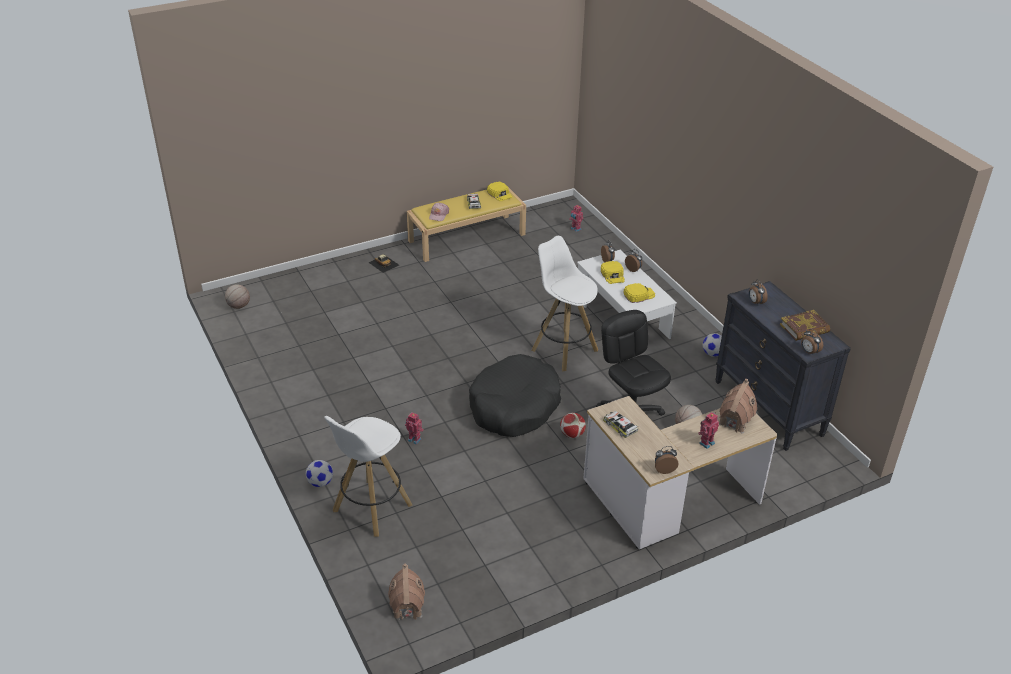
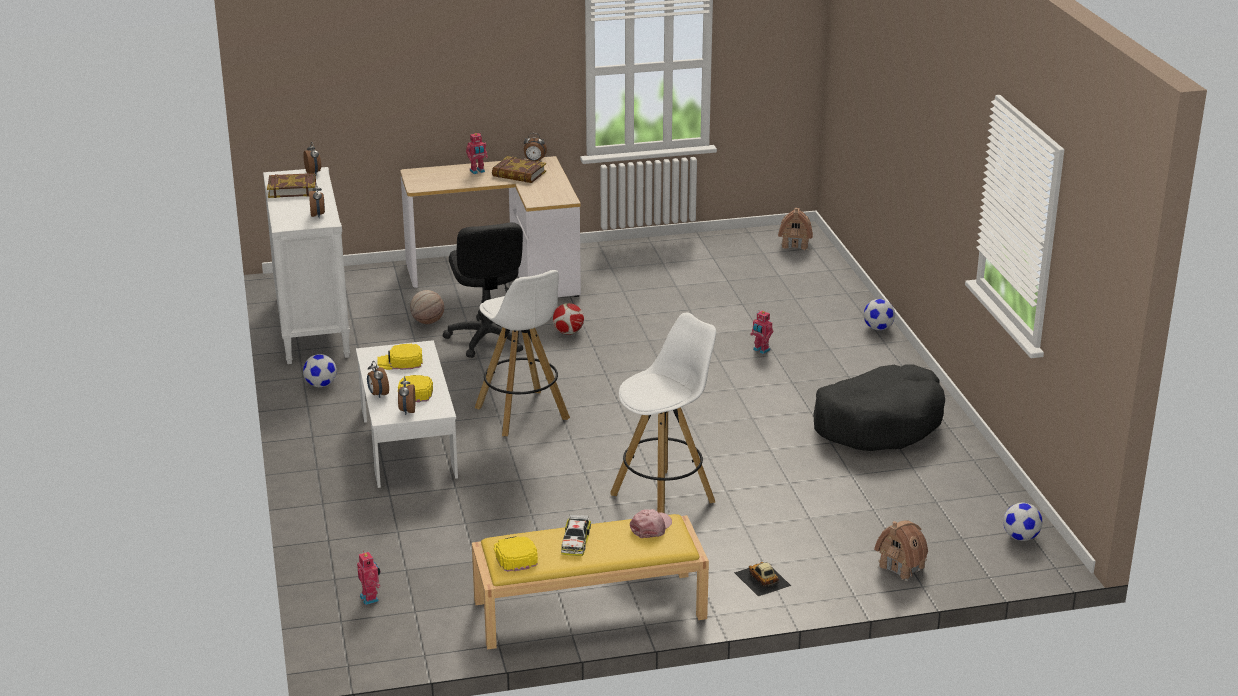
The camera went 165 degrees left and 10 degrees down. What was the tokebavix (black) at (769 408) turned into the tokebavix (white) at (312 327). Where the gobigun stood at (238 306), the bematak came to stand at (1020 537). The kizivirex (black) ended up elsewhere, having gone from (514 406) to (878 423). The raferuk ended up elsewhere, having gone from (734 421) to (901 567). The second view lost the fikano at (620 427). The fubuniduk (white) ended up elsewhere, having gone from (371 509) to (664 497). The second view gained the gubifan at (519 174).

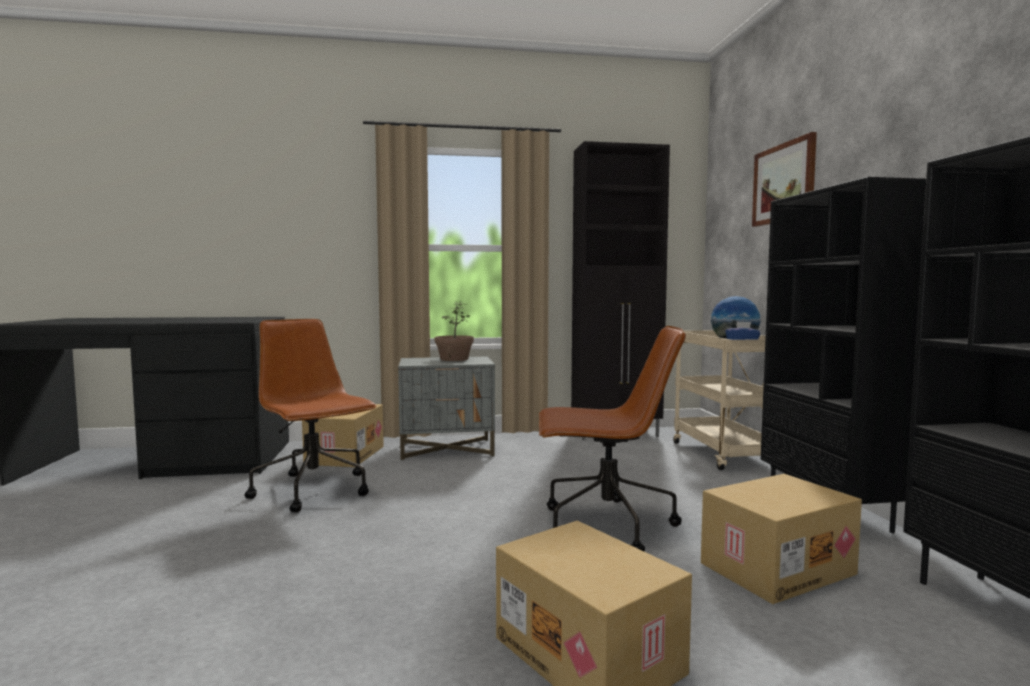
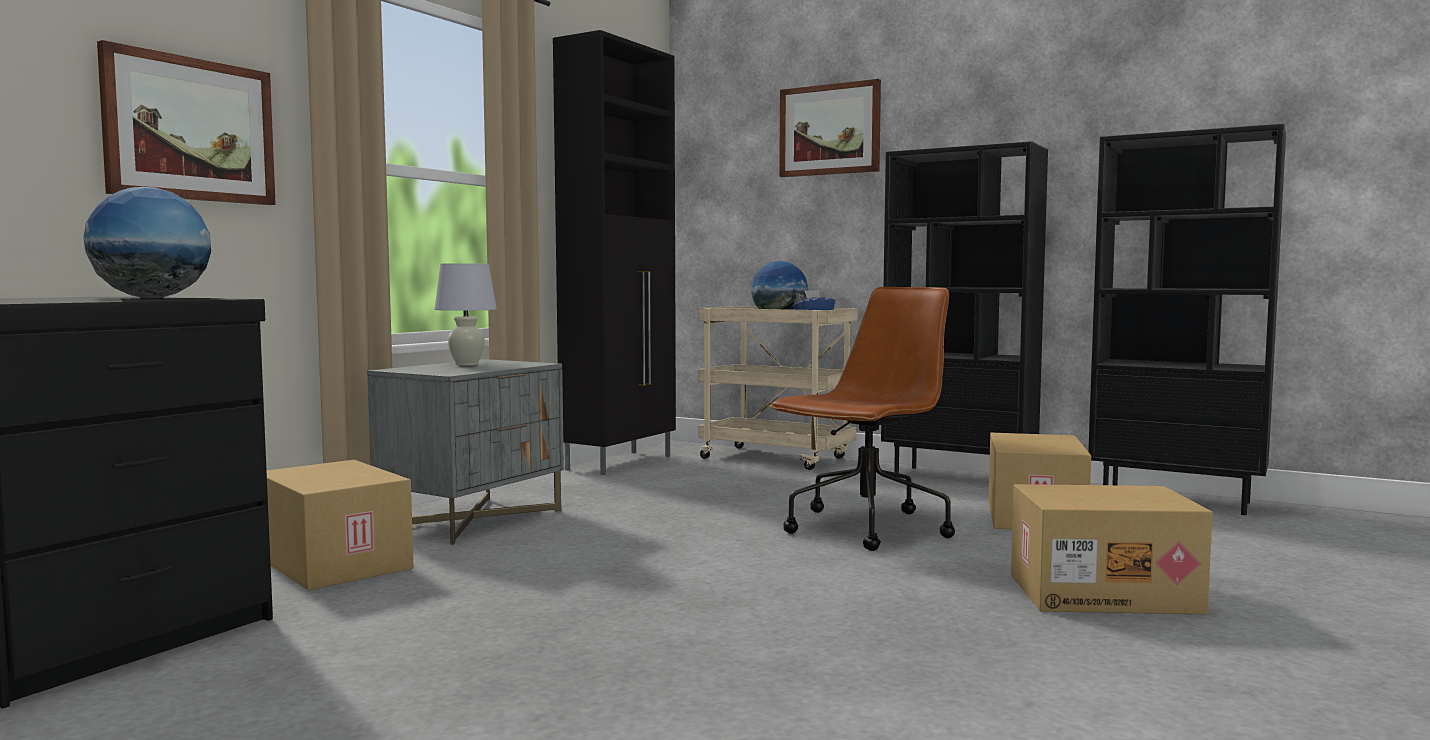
The camera went 50 degrees left and 0 degrees up. Where the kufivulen stood at (454 359), the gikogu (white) came to stand at (467 364). The second view lost the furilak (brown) at (314 491). The second view gained the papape at (190 129). The second view gained the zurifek at (151 298).

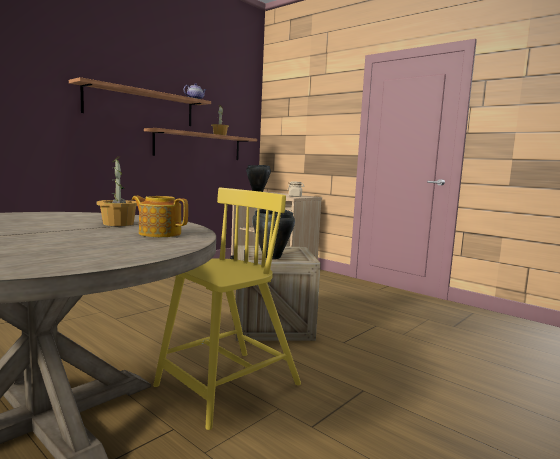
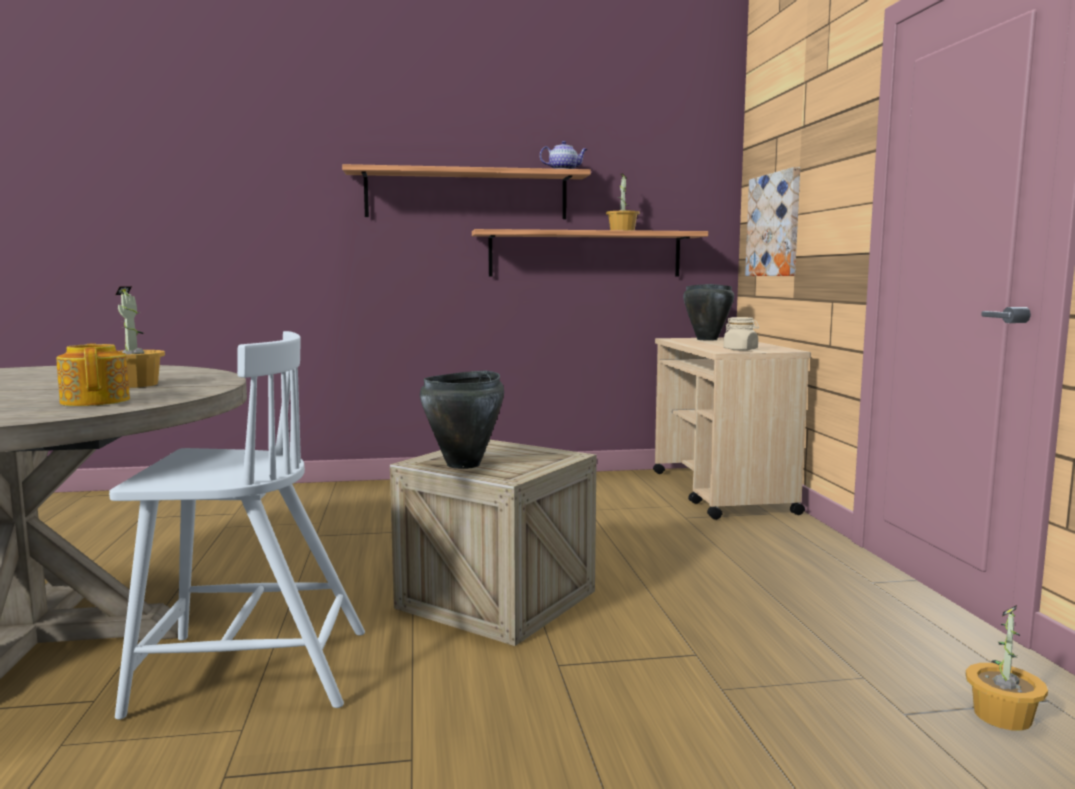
The camera went 40 degrees right and 0 degrees up. What was the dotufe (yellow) at (226 387) turned into the dotufe (white) at (247 671). The second view gained the papape at (774 225). The second view gained the kufivulen at (1003 716).

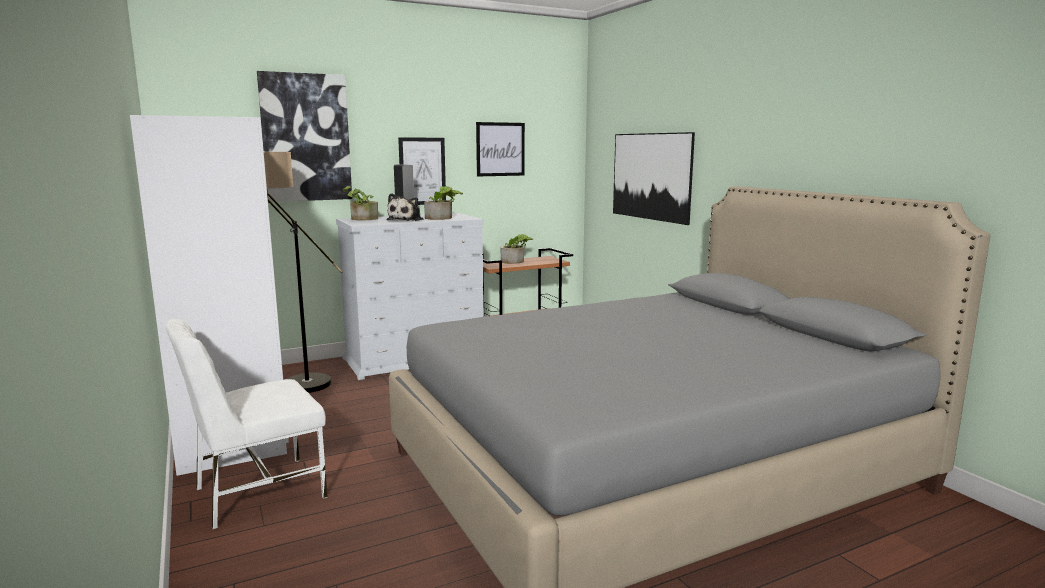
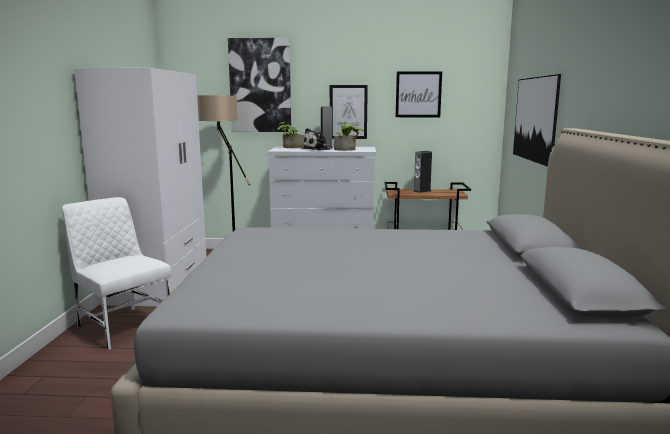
The camera went 30 degrees right and 0 degrees up. Where the kufivulen stood at (516 261), the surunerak came to stand at (422 191). The dotufe (white) at (257 492) ended up facing another way, 45 degrees clockwise from before.

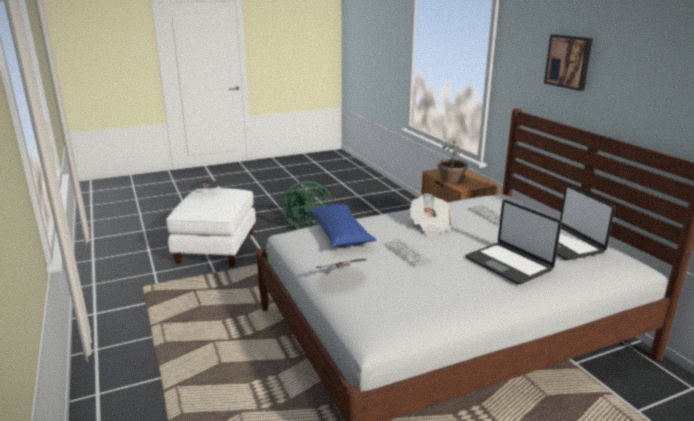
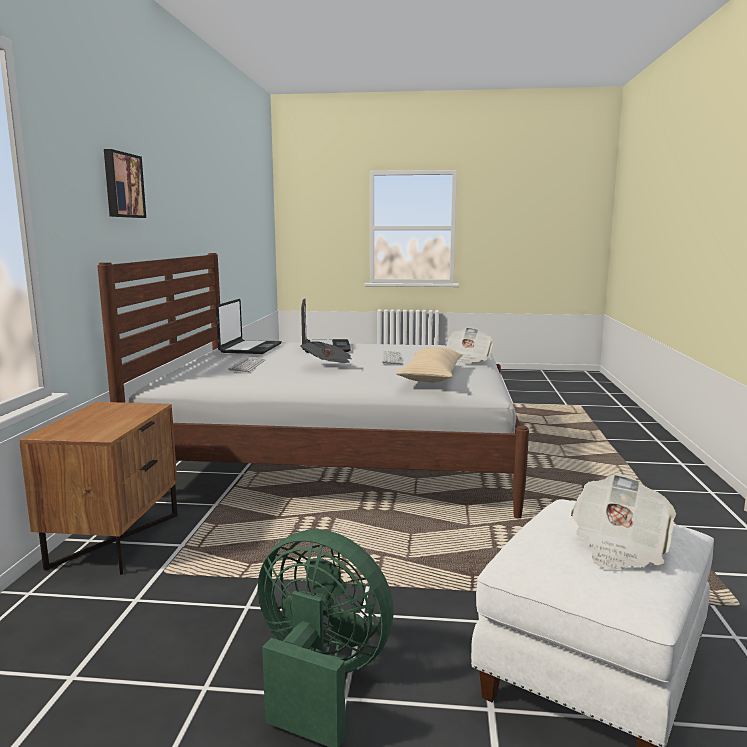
The camera went 150 degrees left and 10 degrees down. The second view lost the kufivulen at (451 179). What was the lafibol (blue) at (340 234) turned into the lafibol (beige) at (431 376).

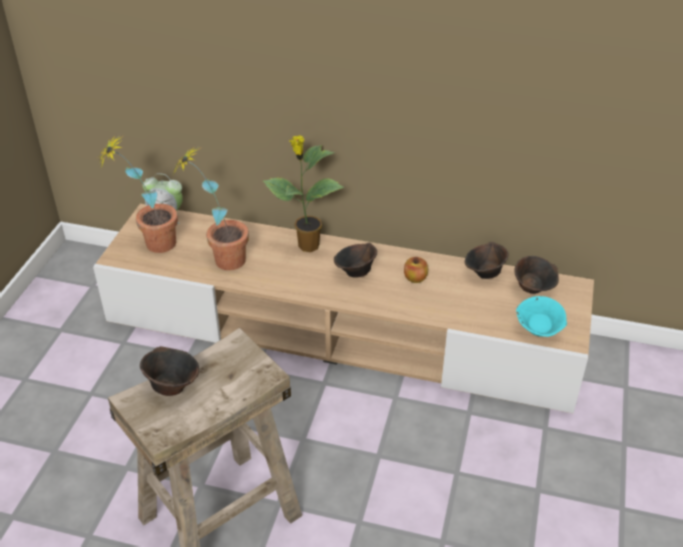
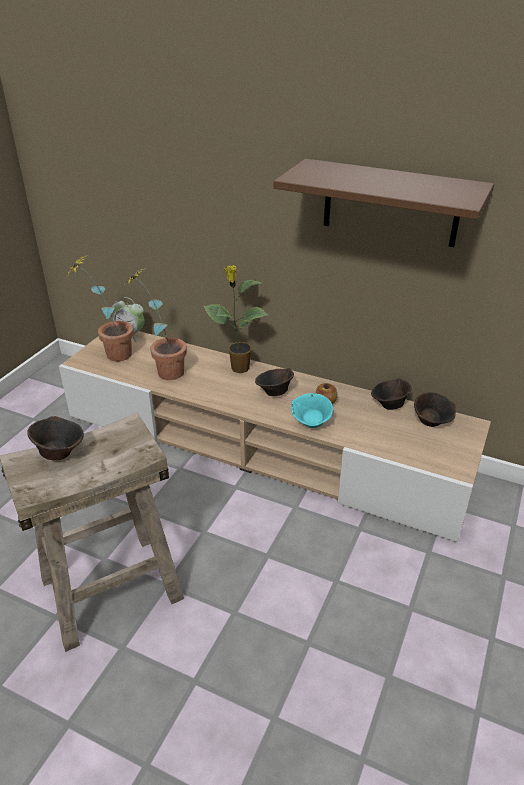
The camera went 10 degrees right and 5 degrees down. The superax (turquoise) ended up elsewhere, having gone from (539 331) to (311 423). The second view gained the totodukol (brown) at (390 203).

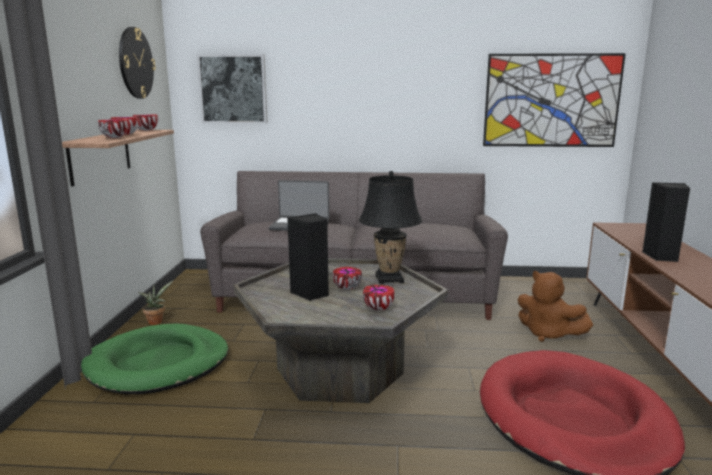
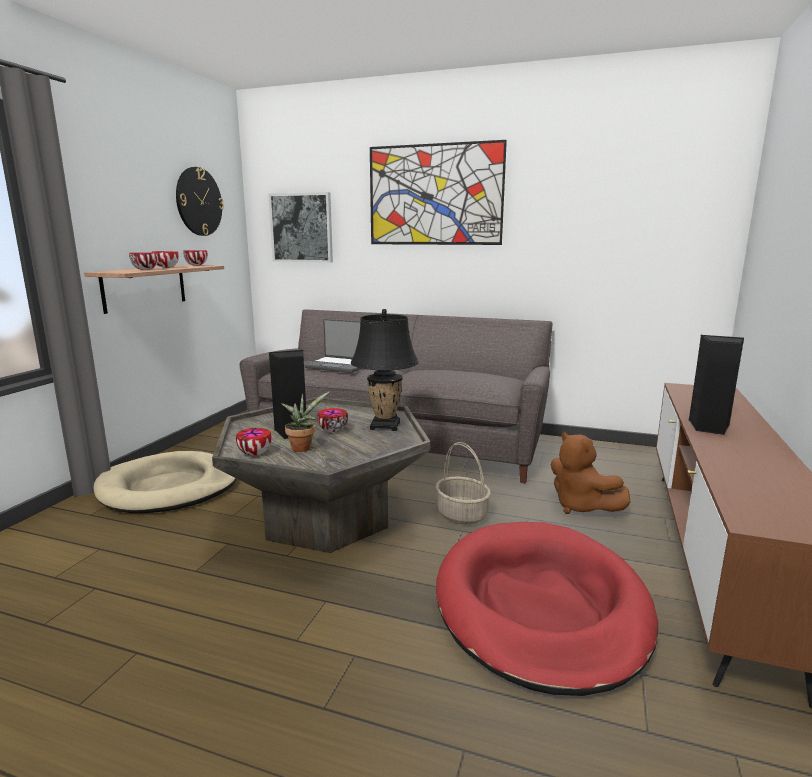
The camera went 15 degrees right and 0 degrees up. The papape ended up elsewhere, having gone from (551 101) to (435 195). The kufivulen ended up elsewhere, having gone from (156 321) to (303 447). The superax ended up elsewhere, having gone from (379 309) to (255 454). What was the kizivirex (green) at (158 364) turned into the kizivirex (beige) at (169 488). The second view gained the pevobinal at (462 515).

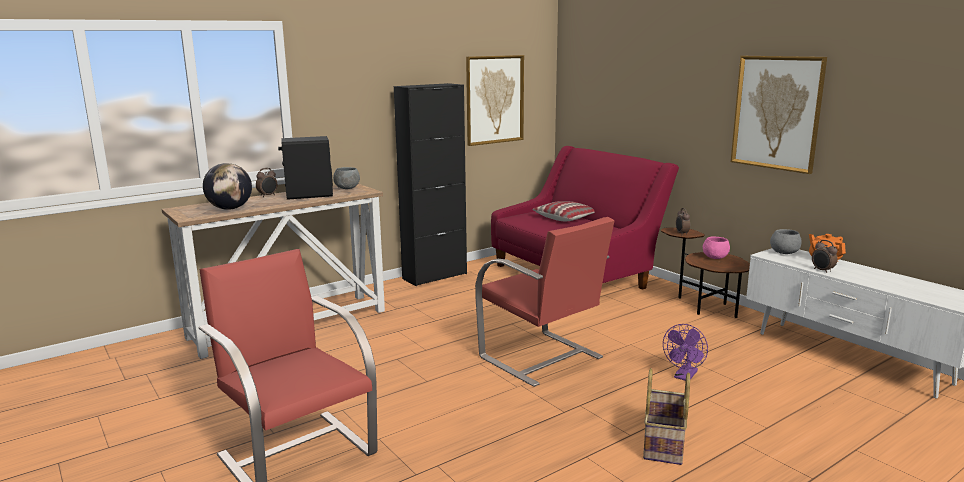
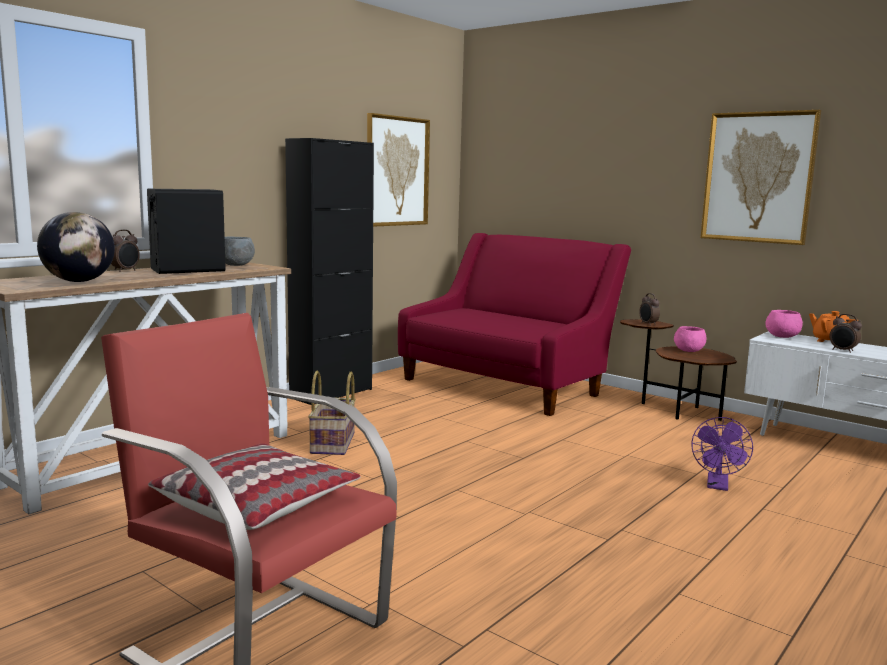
The camera went 15 degrees left and 5 degrees down. The lafibol ended up elsewhere, having gone from (566 217) to (257 503). The second view lost the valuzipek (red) at (542 358). What was the superax (grey) at (784 253) turned into the superax (pink) at (782 337). The pevobinal ended up elsewhere, having gone from (664 443) to (334 443).

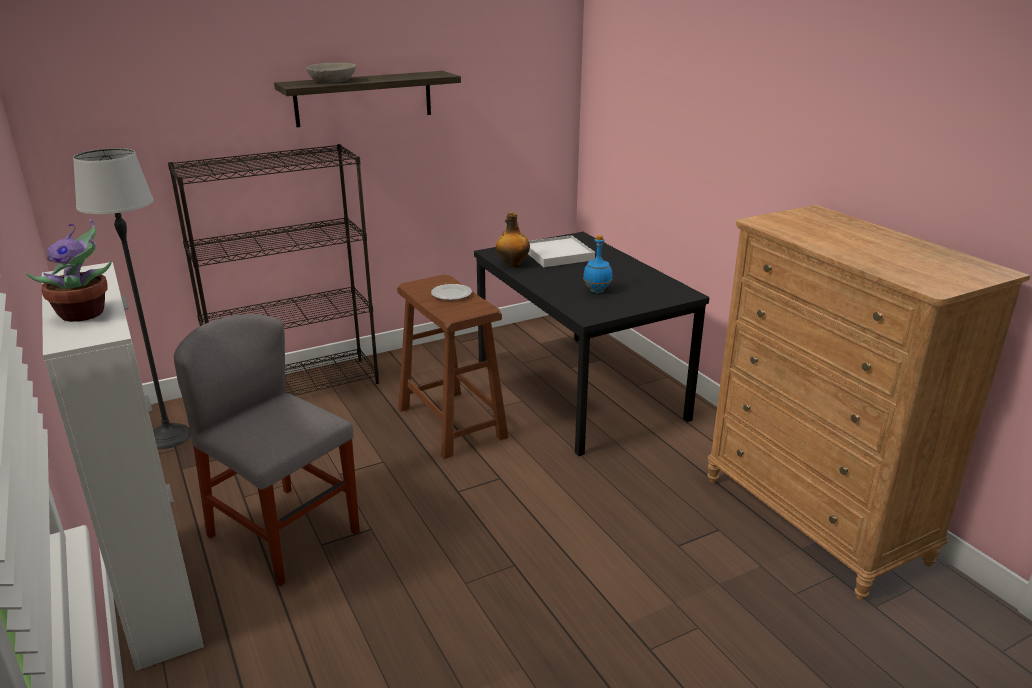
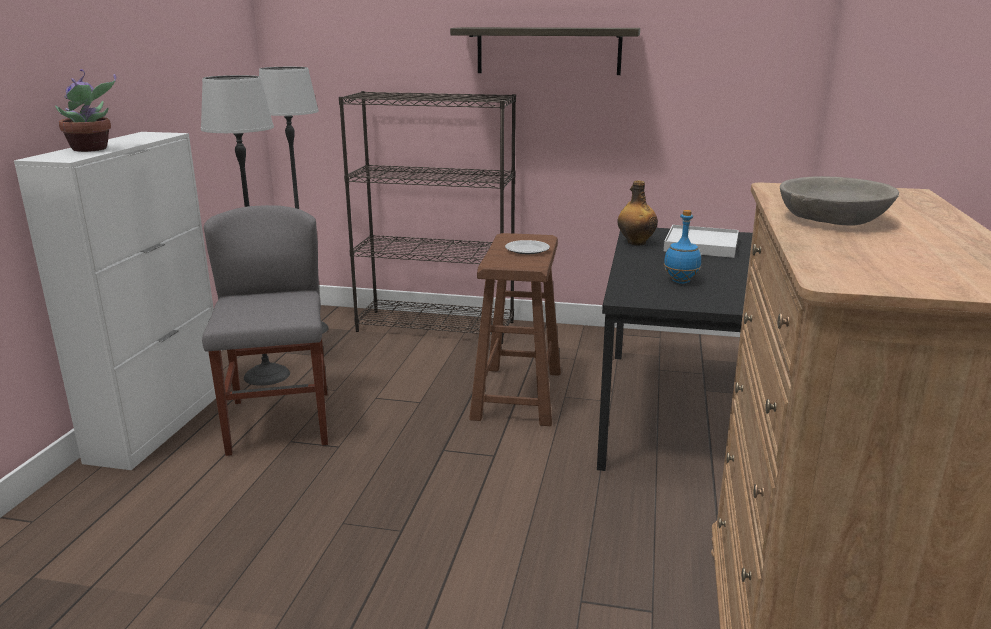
The camera went 40 degrees right and 5 degrees down. The superax (grey) ended up elsewhere, having gone from (332 81) to (833 219). The second view gained the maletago at (267 375).

